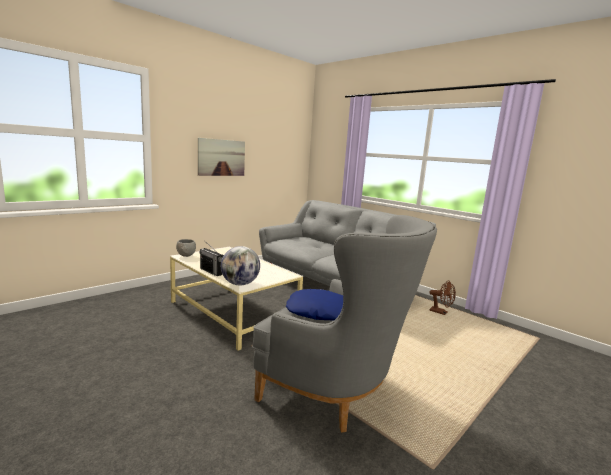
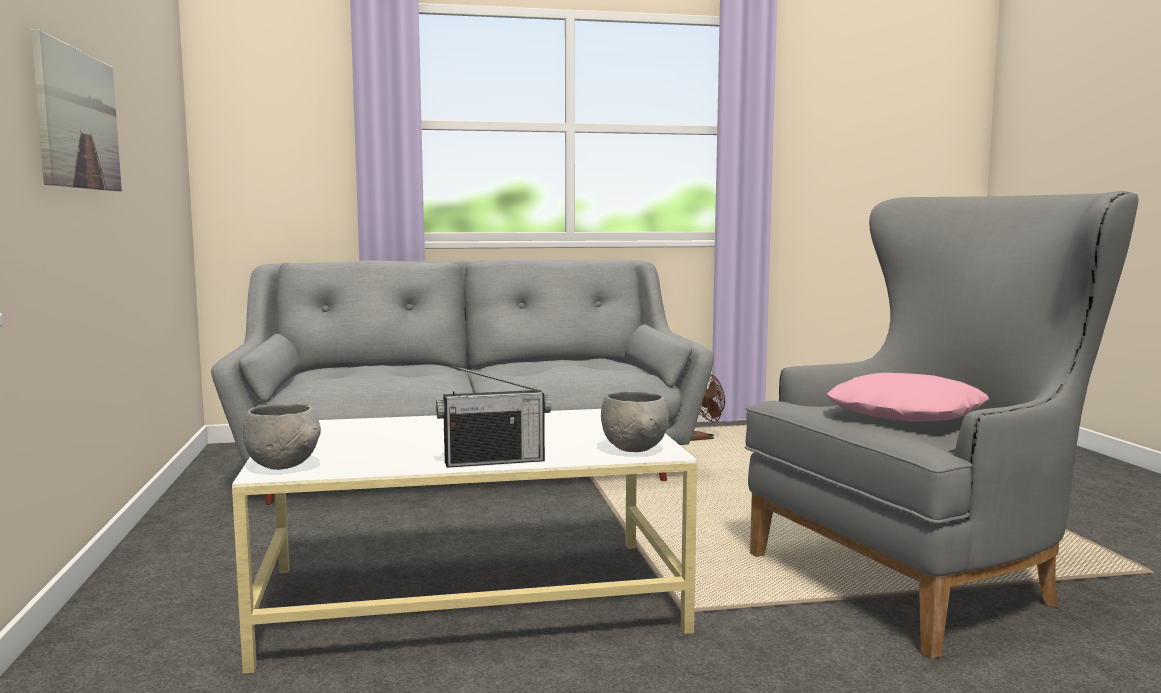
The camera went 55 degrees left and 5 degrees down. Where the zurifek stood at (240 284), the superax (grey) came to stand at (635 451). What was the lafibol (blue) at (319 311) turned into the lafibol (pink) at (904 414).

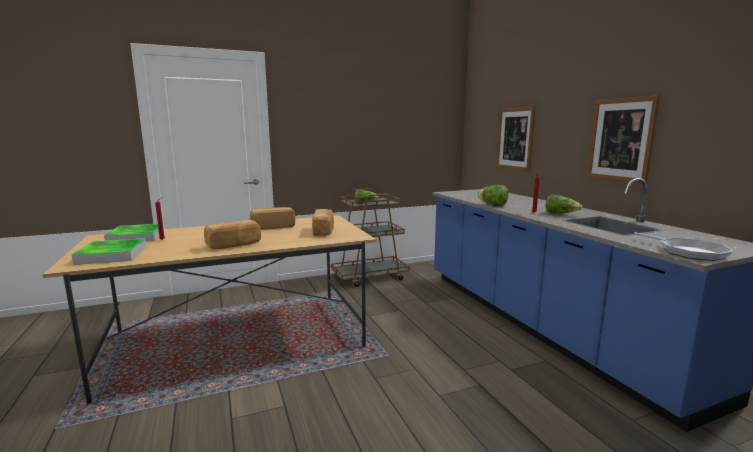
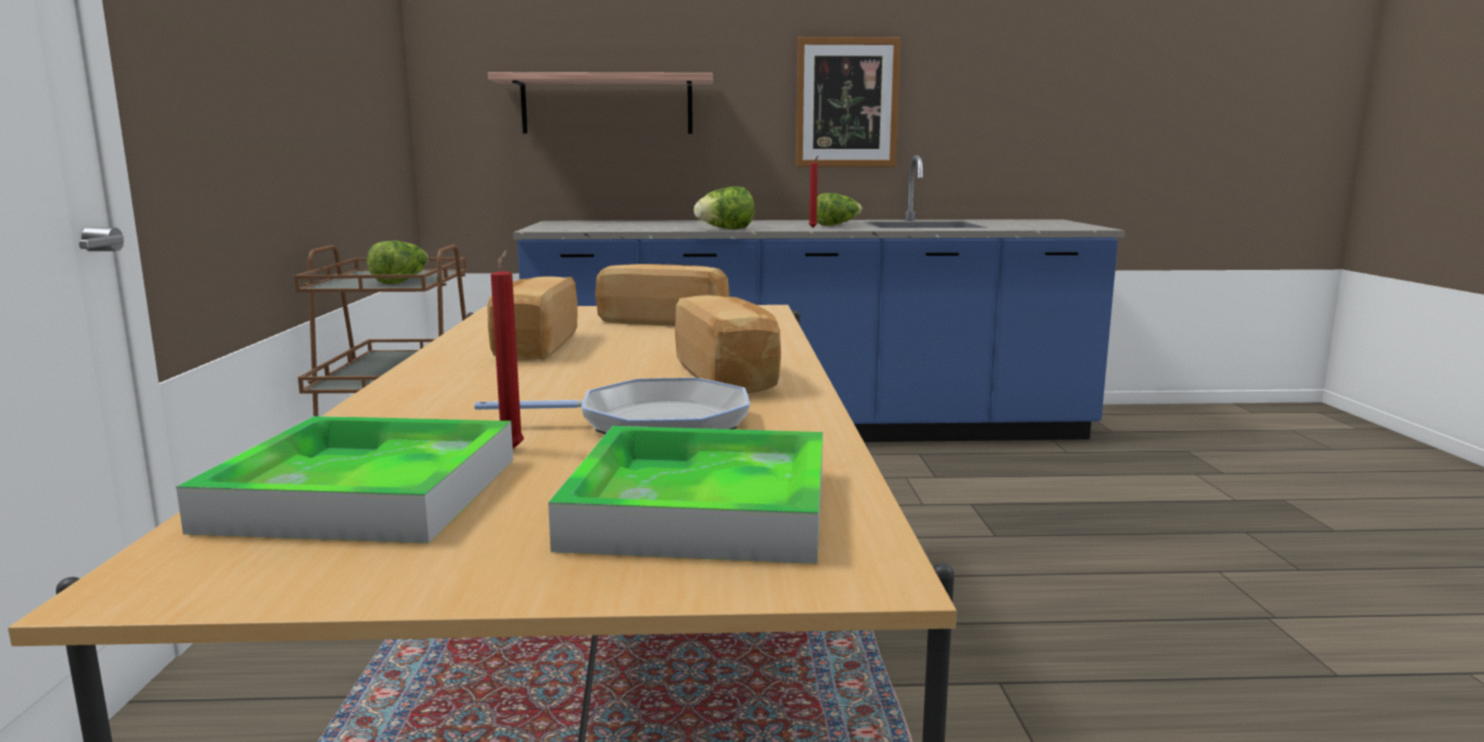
The camera went 70 degrees left and 0 degrees up. Where the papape hung at (515 139), the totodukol came to hang at (607 105). The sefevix ended up elsewhere, having gone from (689 252) to (653 423).

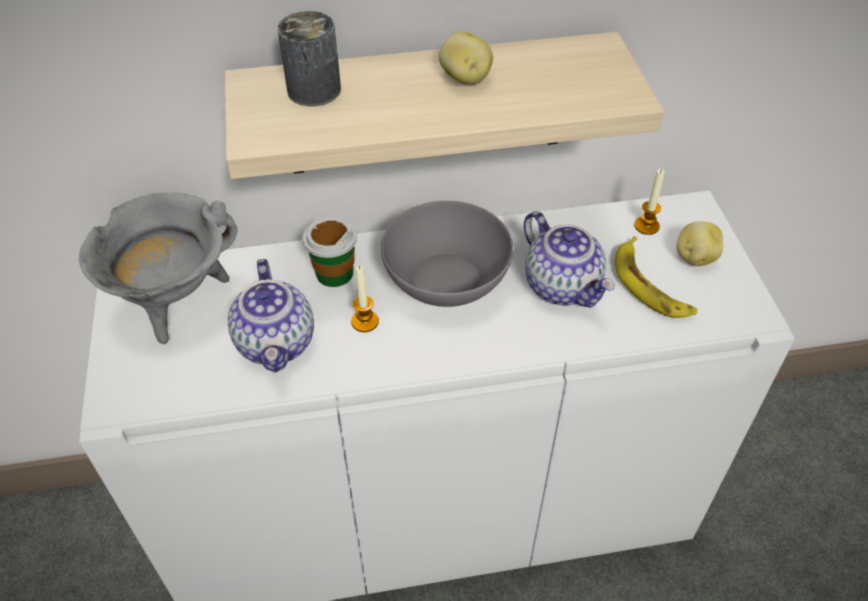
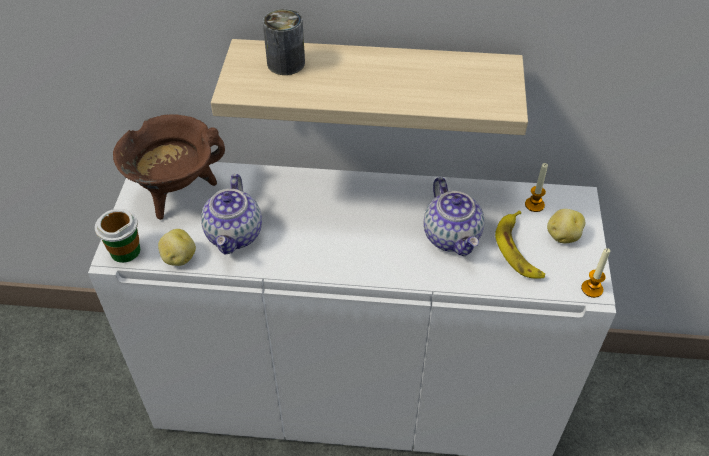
The camera went 15 degrees right and 0 degrees up. The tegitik ended up elsewhere, having gone from (465 78) to (178 258). What was the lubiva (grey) at (176 302) turned into the lubiva (brown) at (176 193). The second view lost the superax (grey) at (446 280). The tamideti ended up elsewhere, having gone from (334 273) to (125 251). The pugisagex ended up elsewhere, having gone from (365 321) to (592 289).

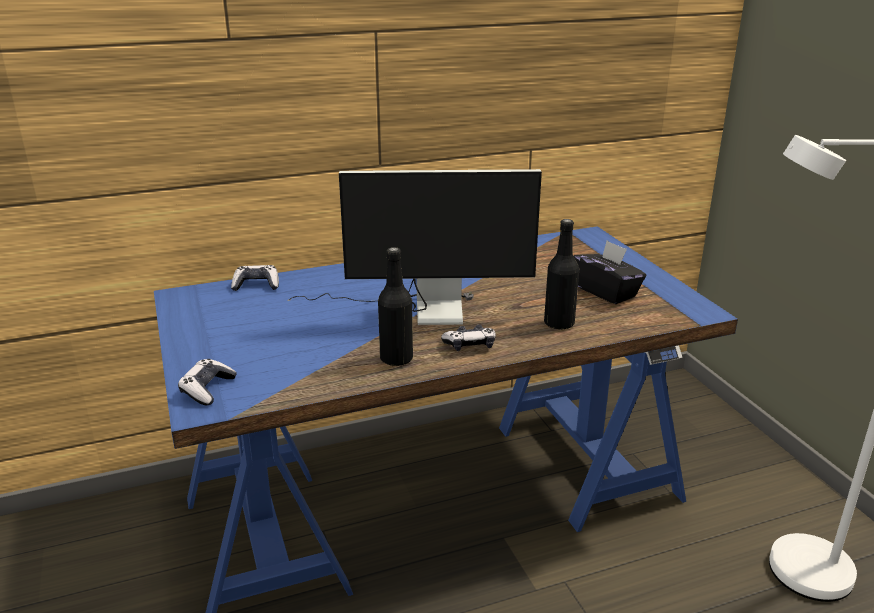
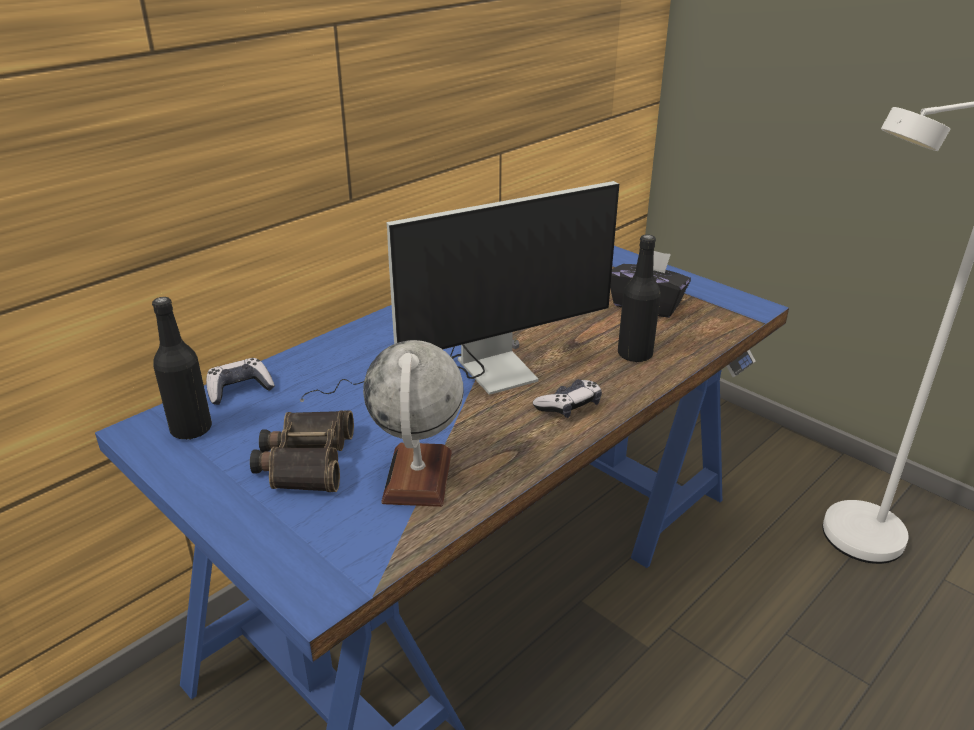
The camera went 25 degrees left and 5 degrees up. The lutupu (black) ended up elsewhere, having gone from (396 359) to (191 429). The second view lost the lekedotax at (207 389). The second view gained the zurifek at (418 476). The second view gained the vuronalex at (305 460).

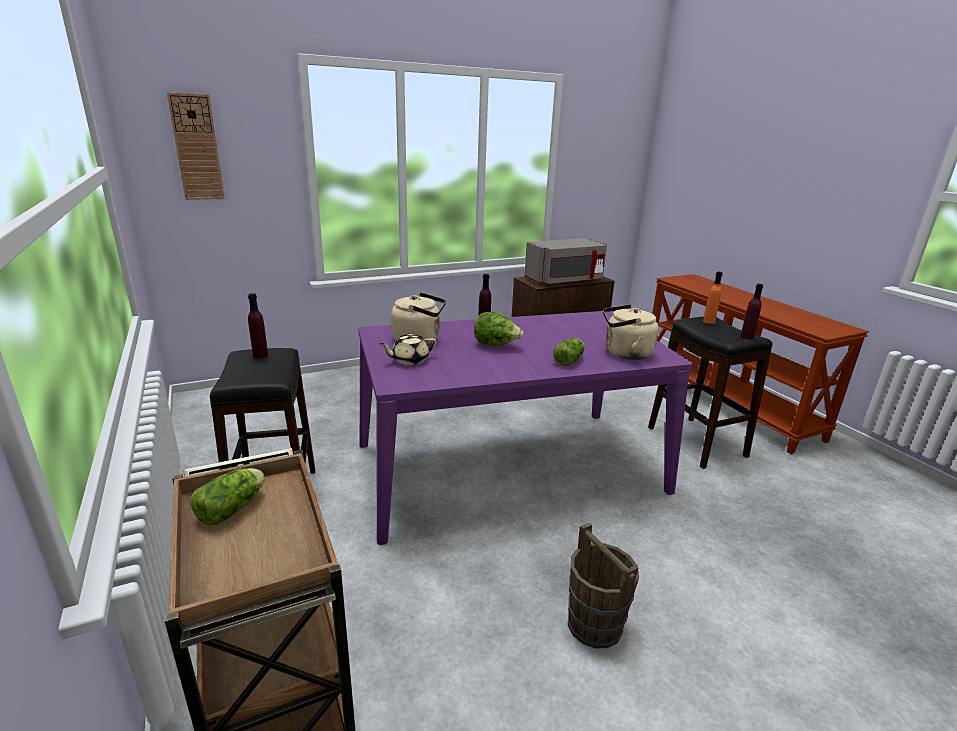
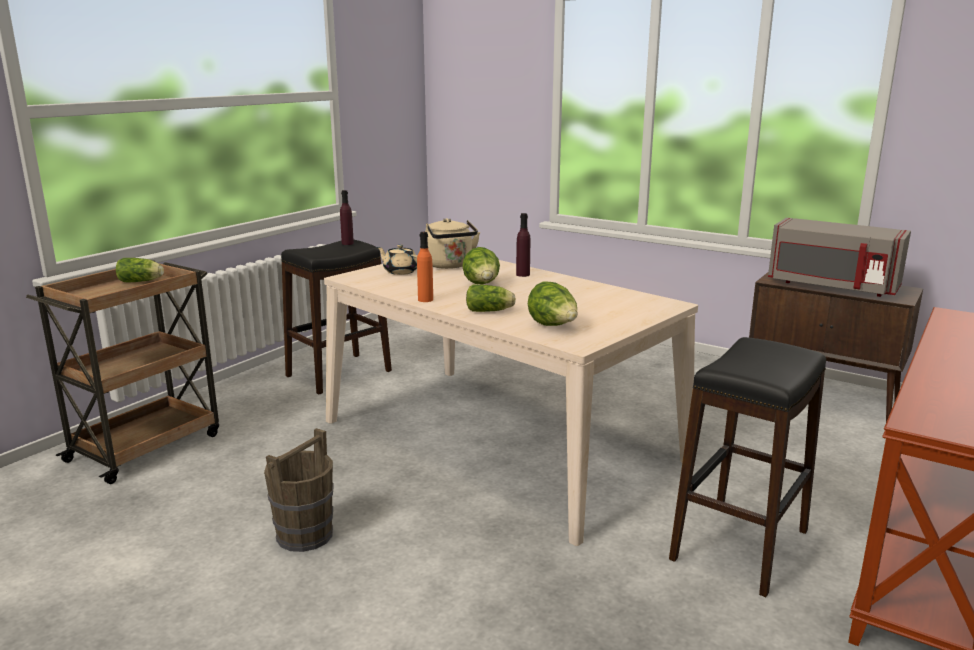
The camera went 60 degrees right and 5 degrees down. The second view lost the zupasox at (197 148). The lutupu (orange) ended up elsewhere, having gone from (709 321) to (425 299). The second view lost the lutupu (purple) at (746 337). Where the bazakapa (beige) stood at (624 353), the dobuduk came to stand at (553 326). What was the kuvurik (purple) at (508 467) turned into the kuvurik (beige) at (499 440).

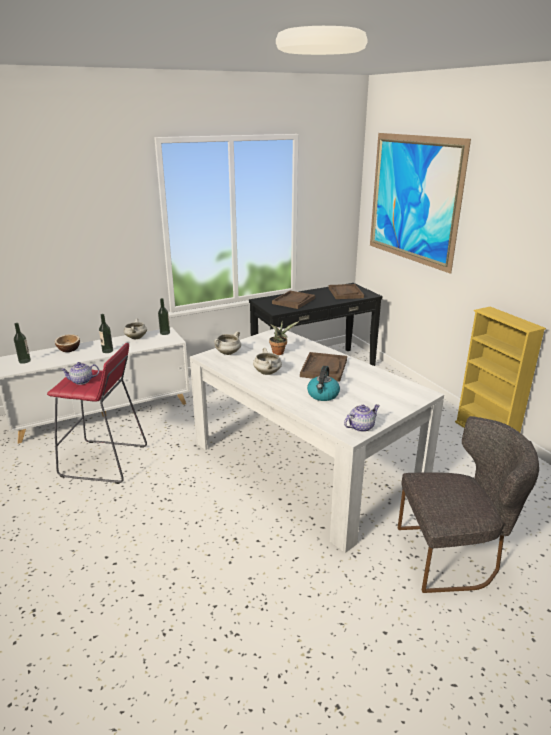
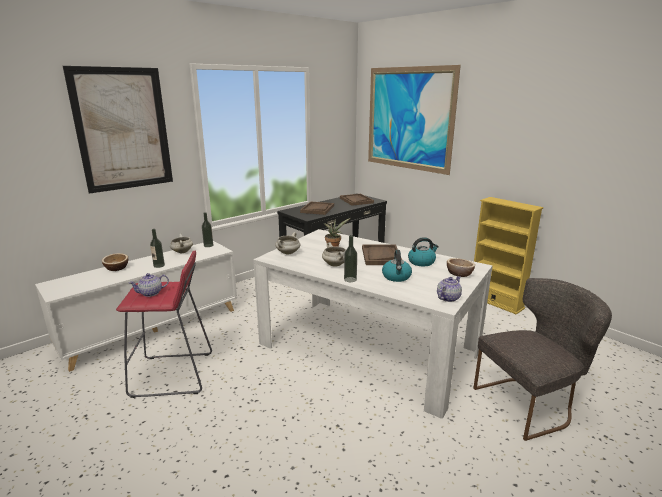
The camera went 15 degrees left and 5 degrees down. The lutupu ended up elsewhere, having gone from (24 361) to (350 279). The second view gained the papape at (123 129). The second view gained the bazakapa at (421 262). The second view gained the superax at (459 274).

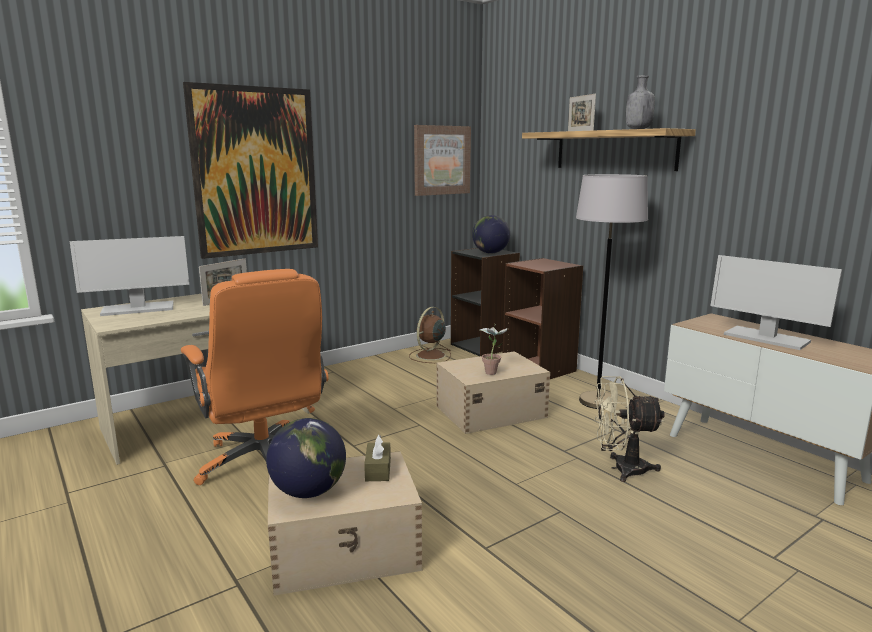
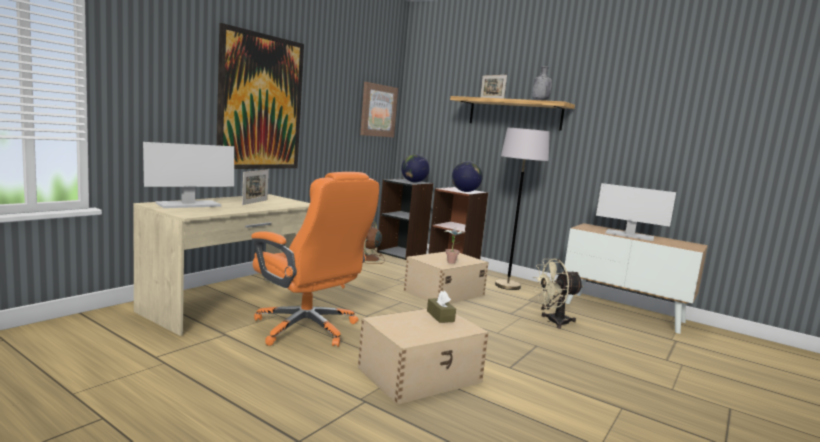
The camera went 20 degrees left and 5 degrees down. The zurifek ended up elsewhere, having gone from (308 492) to (465 191).

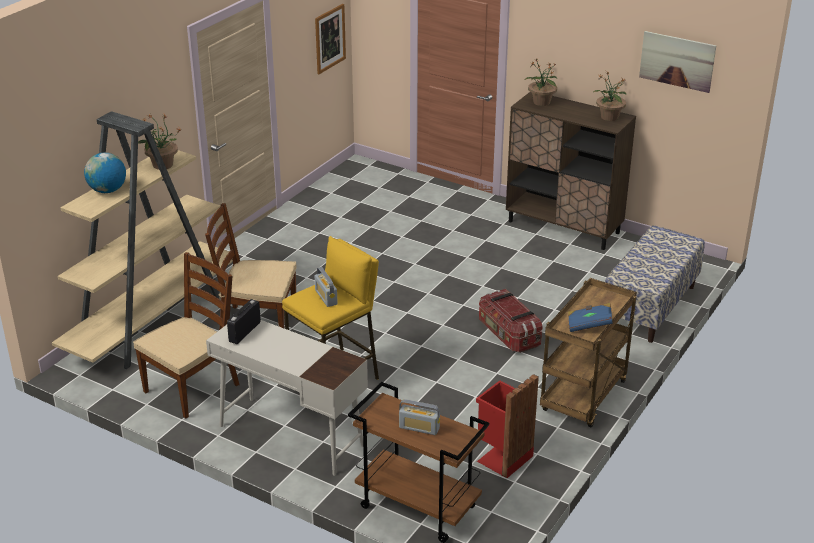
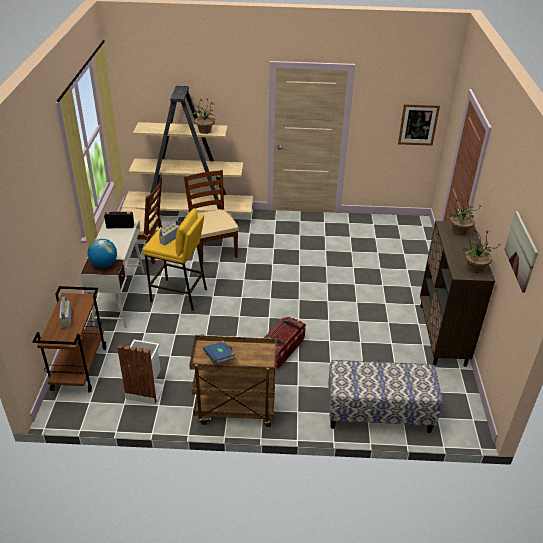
The camera went 60 degrees right and 5 degrees up. The zurifek ended up elsewhere, having gone from (107 190) to (104 264). What was the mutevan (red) at (502 457) turned into the mutevan (white) at (145 390).

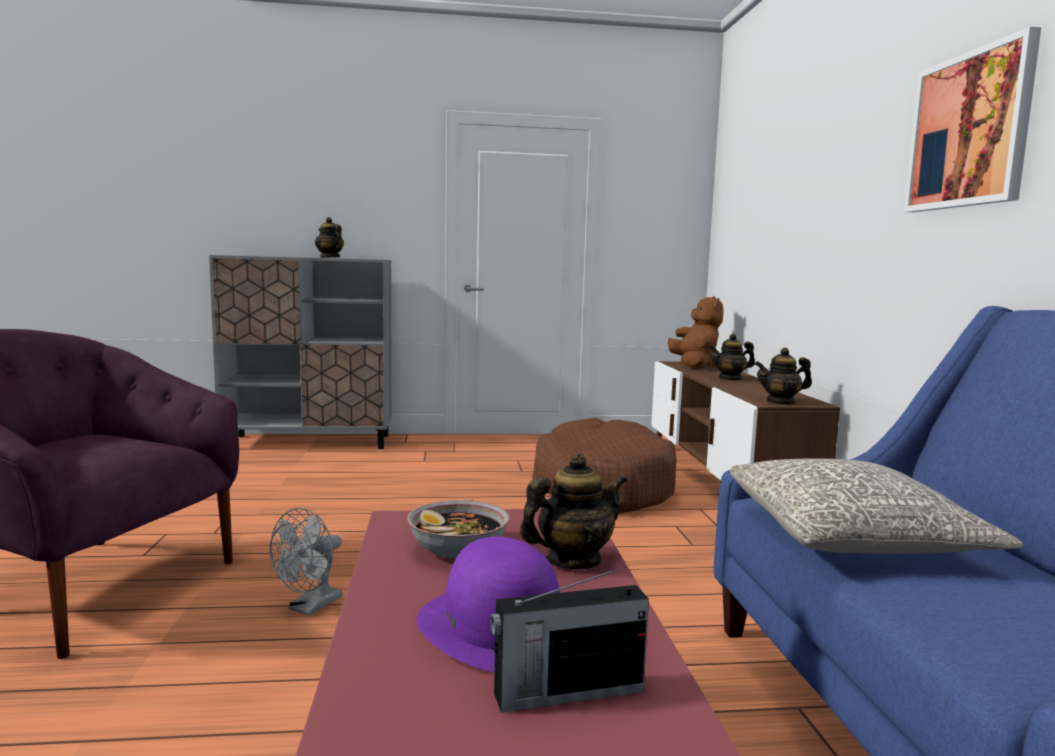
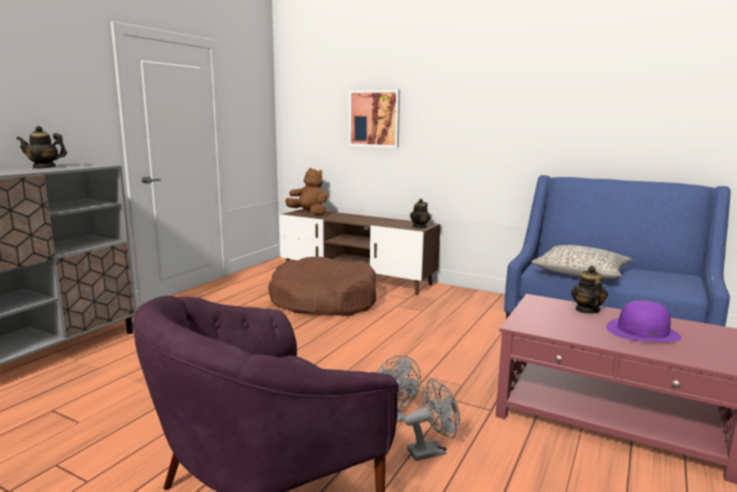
The camera went 55 degrees left and 5 degrees up. The papape ended up elsewhere, having gone from (969 131) to (374 118). The second view lost the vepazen at (730 378). The second view lost the superax at (458 549). The second view lost the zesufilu at (566 692). The second view gained the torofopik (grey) at (432 450).

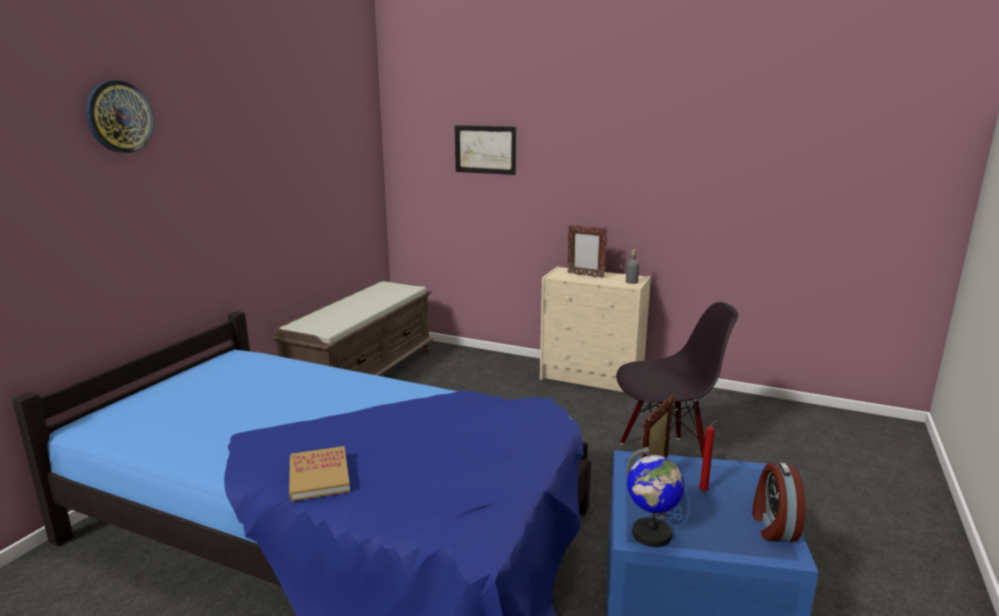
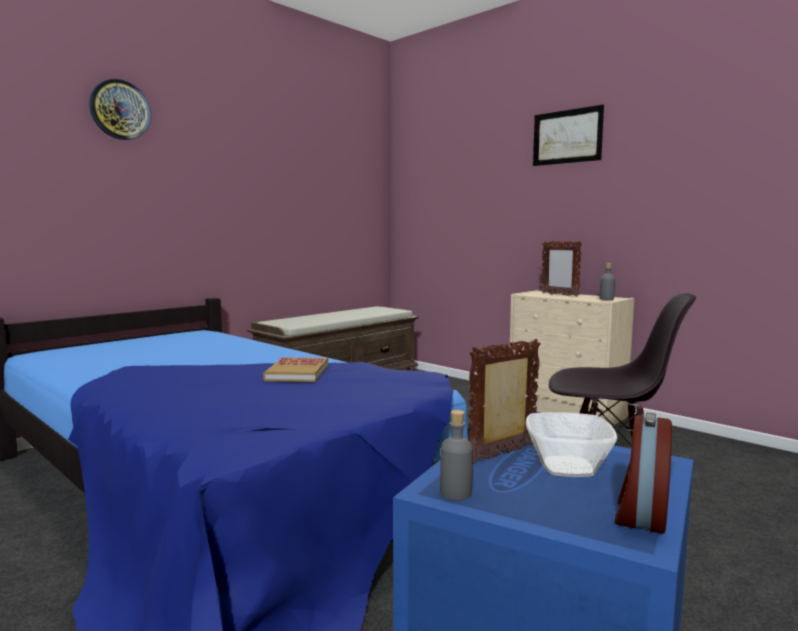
The camera went 20 degrees right and 10 degrees down. The papape ended up elsewhere, having gone from (485 149) to (567 137). Where the pugisagex (red) stood at (704 491), the superax came to stand at (569 468). The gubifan ended up elsewhere, having gone from (319 476) to (297 373). Where the zurifek stood at (651 534), the lutupu (grey) came to stand at (456 493).

